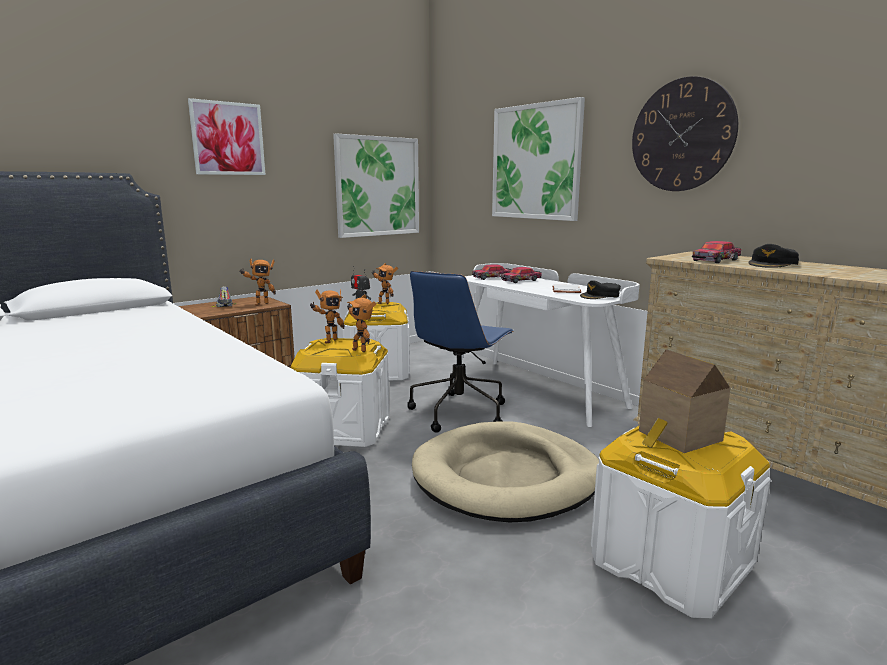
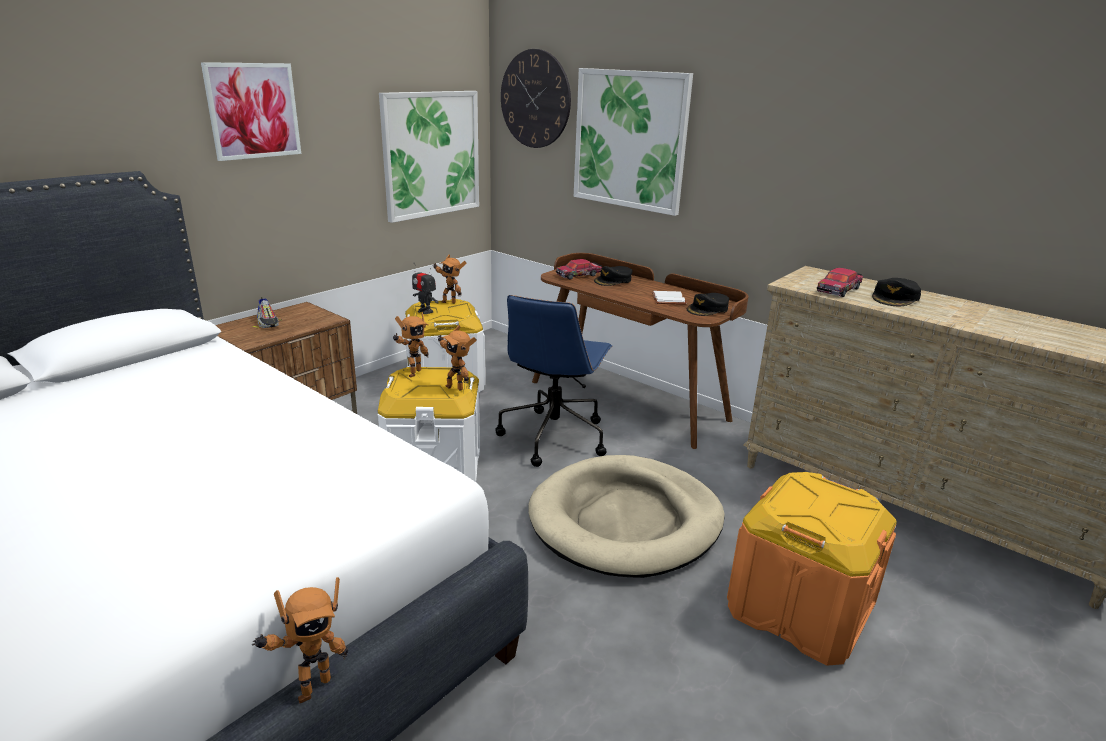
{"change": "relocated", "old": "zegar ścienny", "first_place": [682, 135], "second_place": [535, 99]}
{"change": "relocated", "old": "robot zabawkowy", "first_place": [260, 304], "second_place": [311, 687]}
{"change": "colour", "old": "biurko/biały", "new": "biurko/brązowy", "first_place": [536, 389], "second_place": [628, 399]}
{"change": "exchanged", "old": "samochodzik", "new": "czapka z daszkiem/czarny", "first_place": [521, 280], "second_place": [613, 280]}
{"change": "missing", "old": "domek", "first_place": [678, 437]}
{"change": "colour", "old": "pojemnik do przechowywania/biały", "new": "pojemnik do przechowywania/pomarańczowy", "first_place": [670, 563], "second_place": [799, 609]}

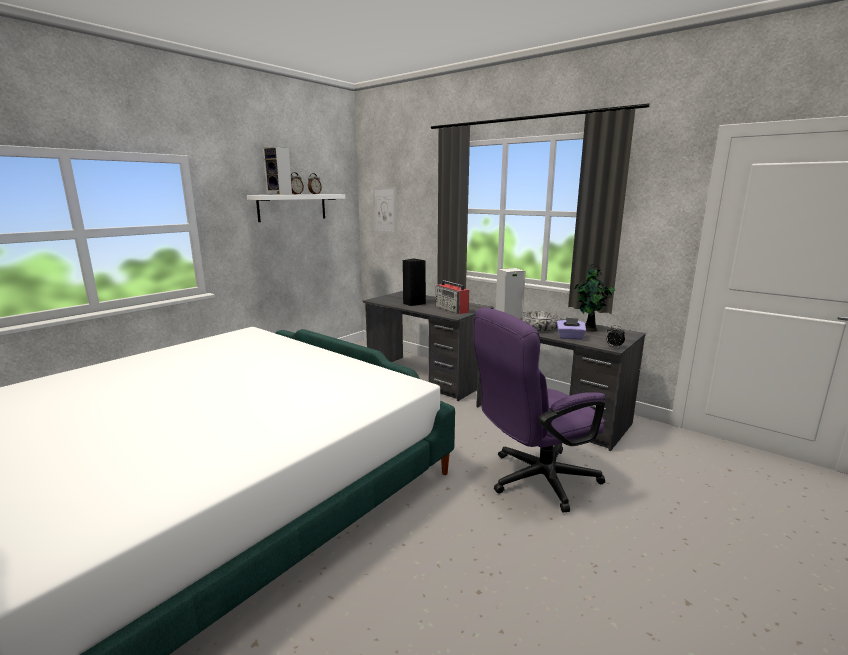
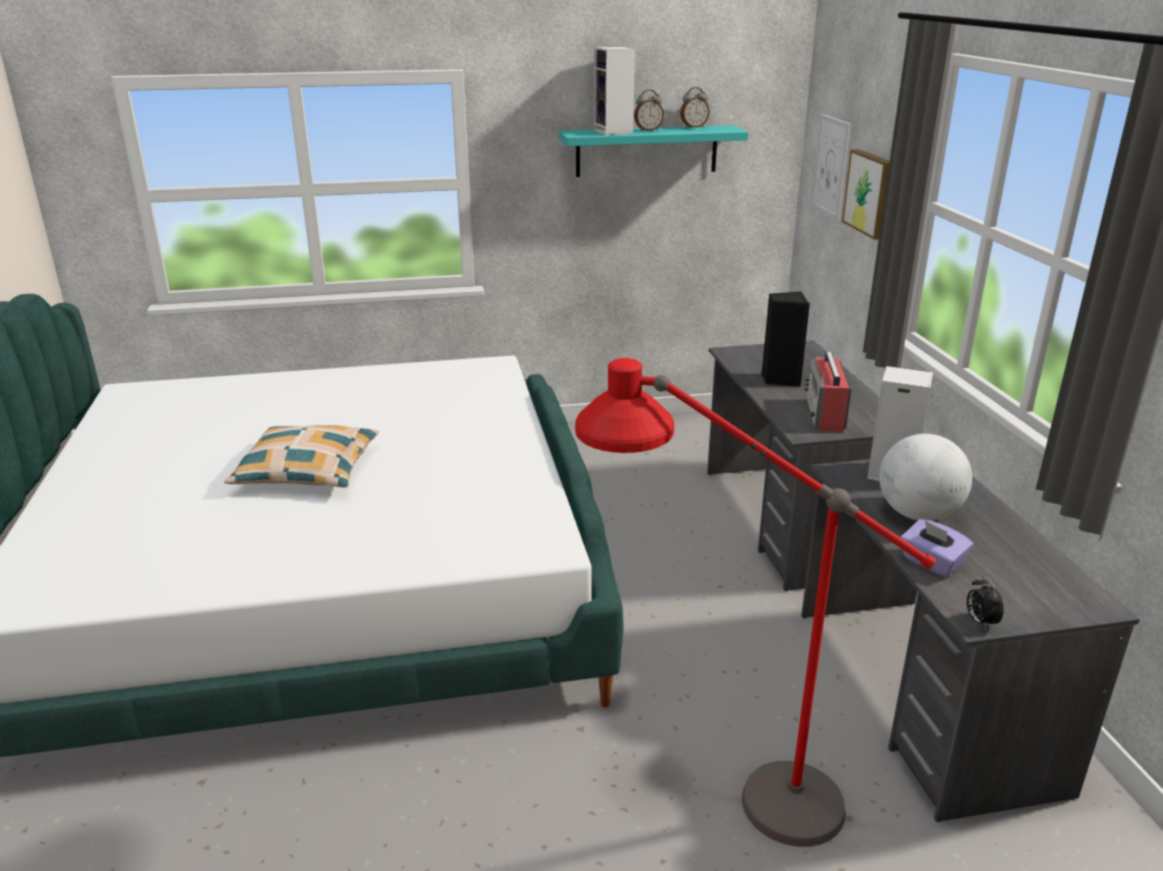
{"change": "colour", "old": "półka/biały", "new": "półka/turkusowy", "first_place": [292, 207], "second_place": [646, 151]}
{"change": "missing", "old": "roślina doniczkowa", "first_place": [589, 330]}
{"change": "exchanged", "old": "krzesło biurowe/fioletowy", "new": "lampa stojąca/czerwony", "first_place": [533, 480], "second_place": [720, 790]}
{"change": "exchanged", "old": "miska", "new": "globus", "first_place": [539, 327], "second_place": [917, 514]}
{"change": "appeared", "new": "obraz", "second_place": [870, 193]}
{"change": "appeared", "new": "poduszka", "second_place": [308, 470]}

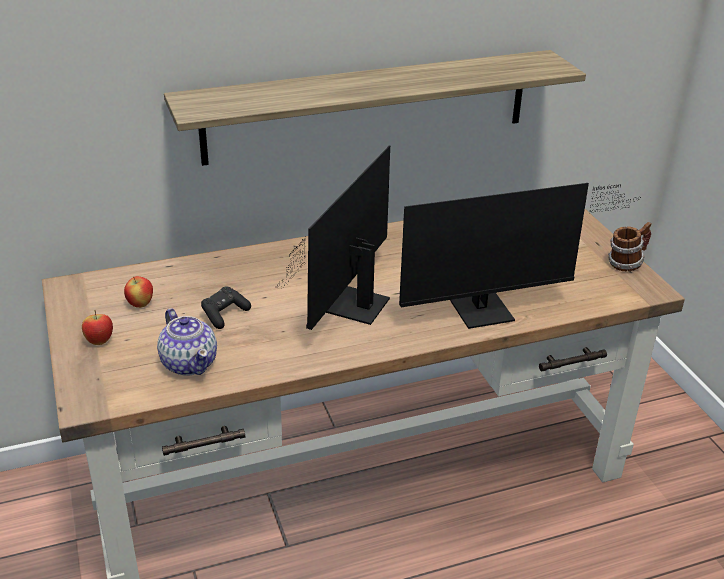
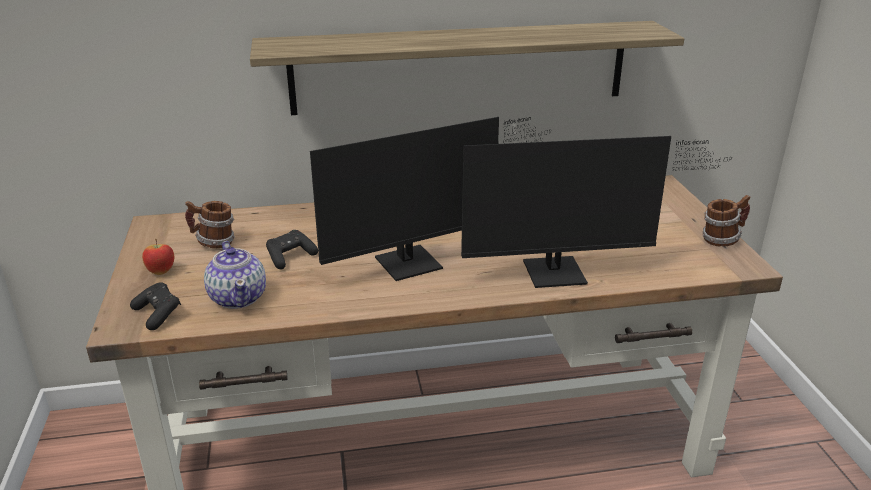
{"change": "spun", "old": "monitor", "first_place": [351, 309], "second_place": [418, 262], "degrees": -150}
{"change": "exchanged", "old": "jabłko", "new": "kubek", "first_place": [140, 304], "second_place": [214, 243]}
{"change": "appeared", "new": "pad do gier/czarny", "second_place": [158, 314]}

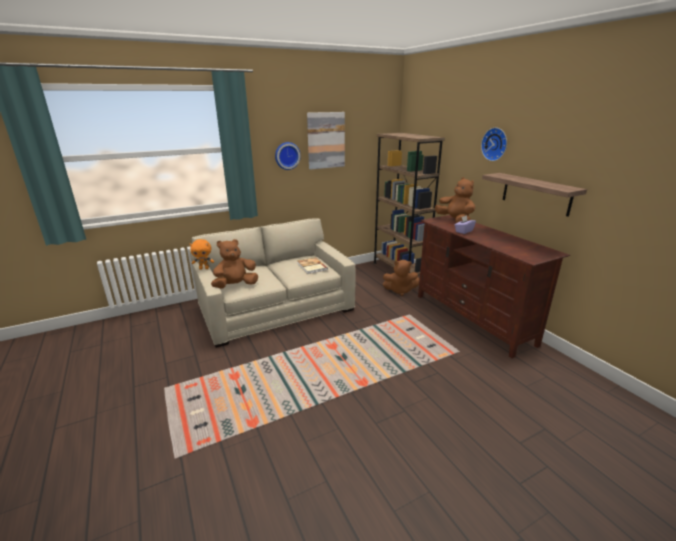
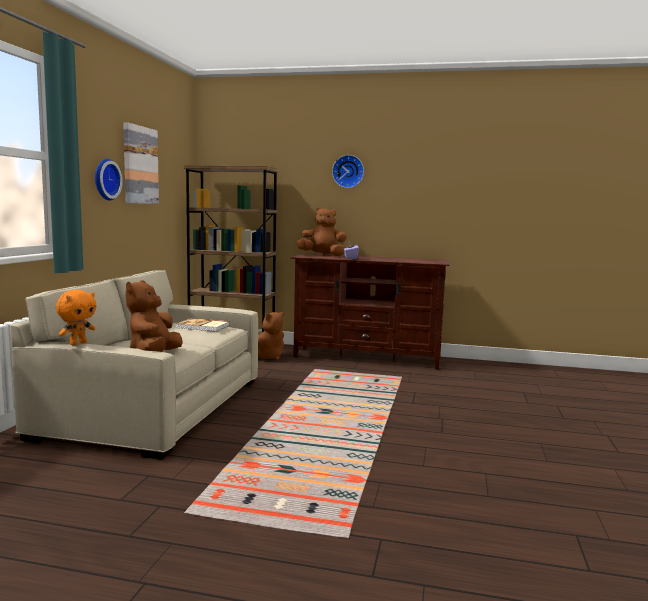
{"change": "missing", "old": "półka", "first_place": [536, 193]}

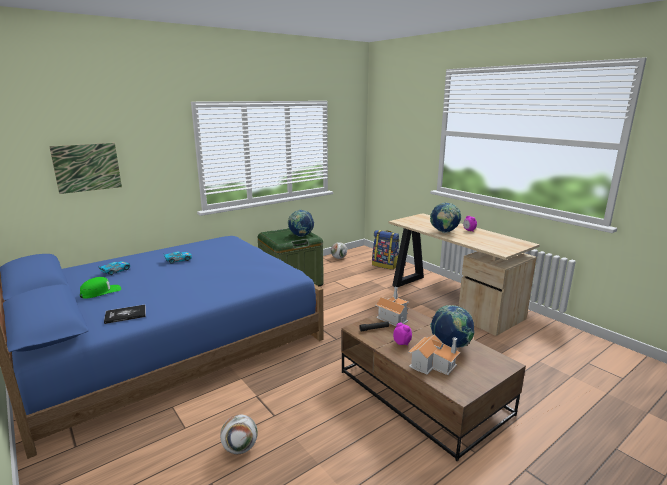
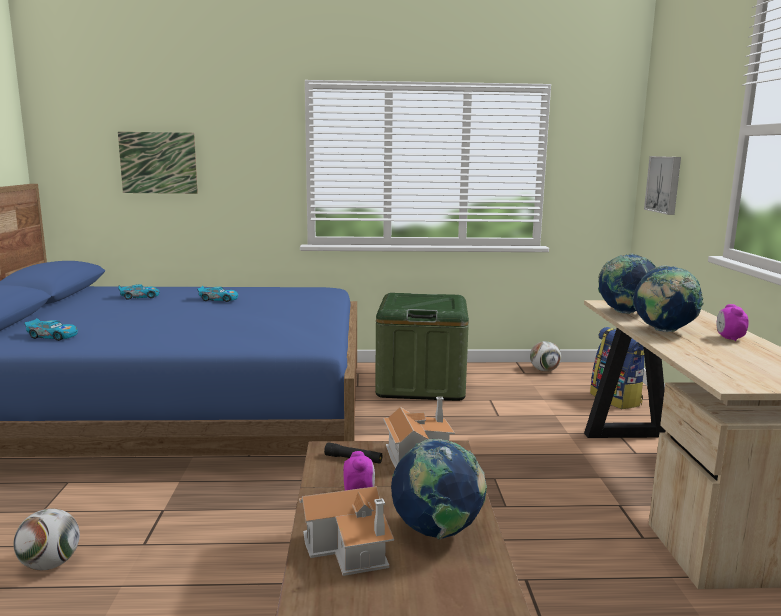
{"change": "relocated", "old": "globus", "first_place": [301, 236], "second_place": [625, 313]}
{"change": "missing", "old": "czapka z daszkiem/zielony", "first_place": [100, 292]}
{"change": "exchanged", "old": "książka", "new": "samochodzik", "first_place": [125, 315], "second_place": [53, 336]}
{"change": "appeared", "new": "obraz", "second_place": [664, 184]}

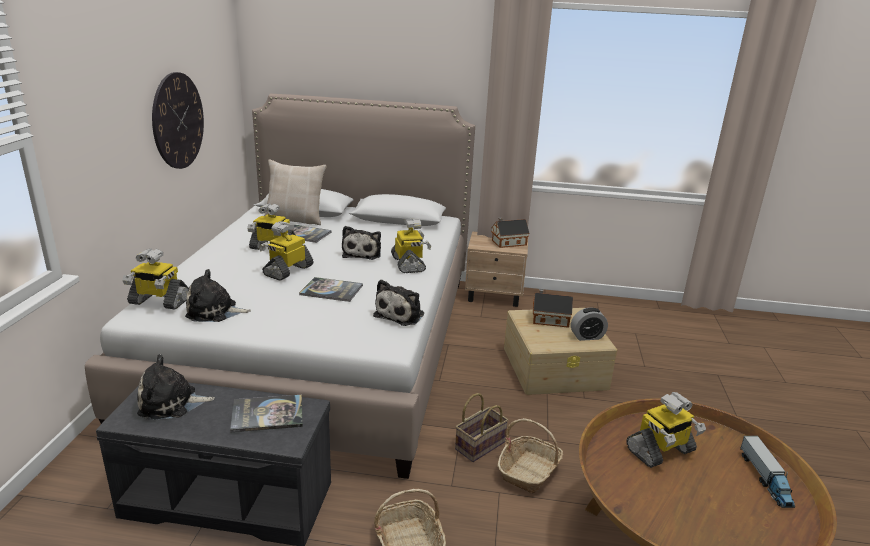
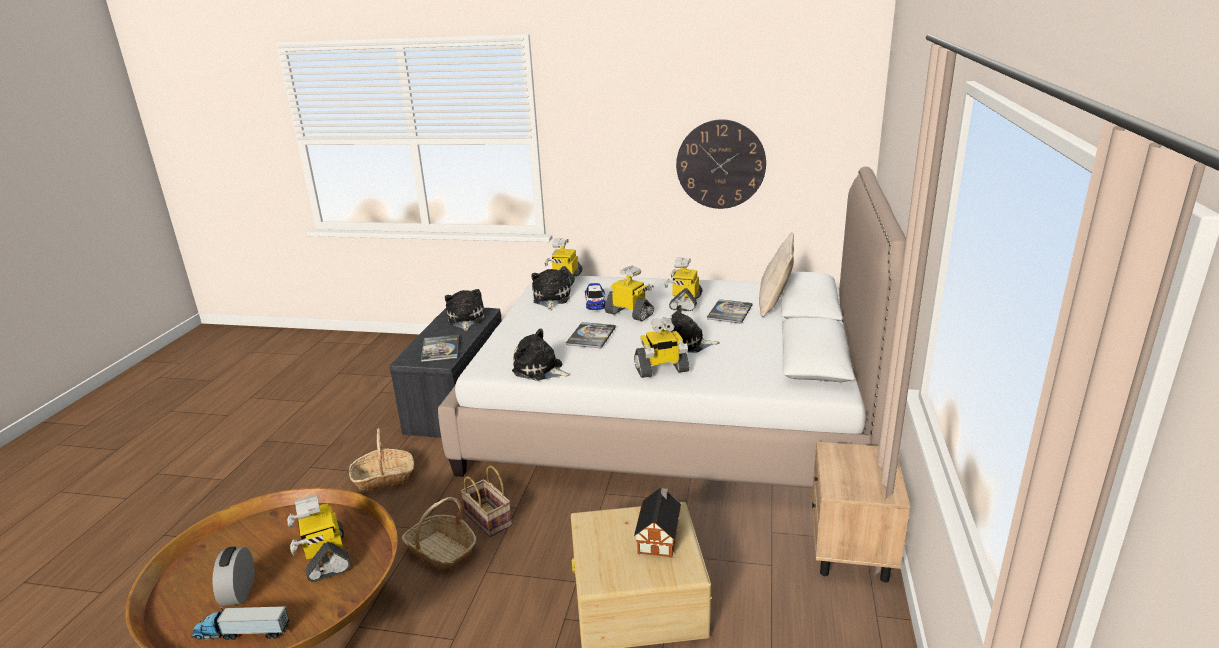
{"change": "missing", "old": "domek", "first_place": [507, 242]}
{"change": "relocated", "old": "budzik", "first_place": [587, 337], "second_place": [239, 592]}
{"change": "appeared", "new": "samochodzik", "second_place": [595, 302]}

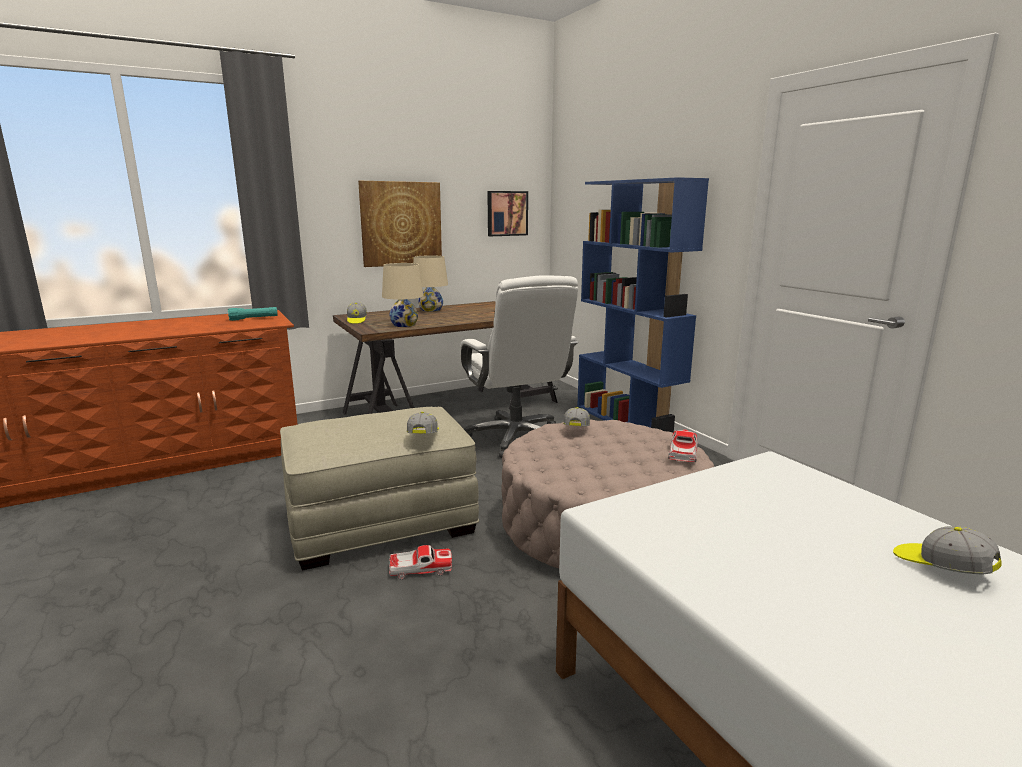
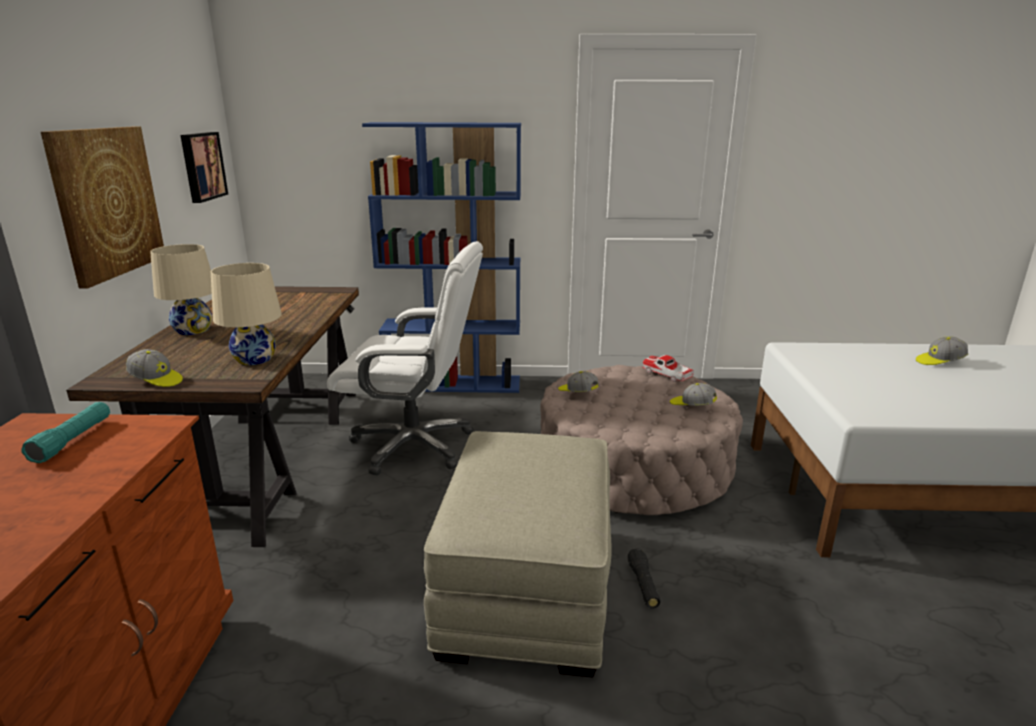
{"change": "relocated", "old": "czapka z daszkiem", "first_place": [424, 436], "second_place": [692, 405]}
{"change": "exchanged", "old": "samochodzik", "new": "latarka/czarny", "first_place": [420, 569], "second_place": [643, 585]}

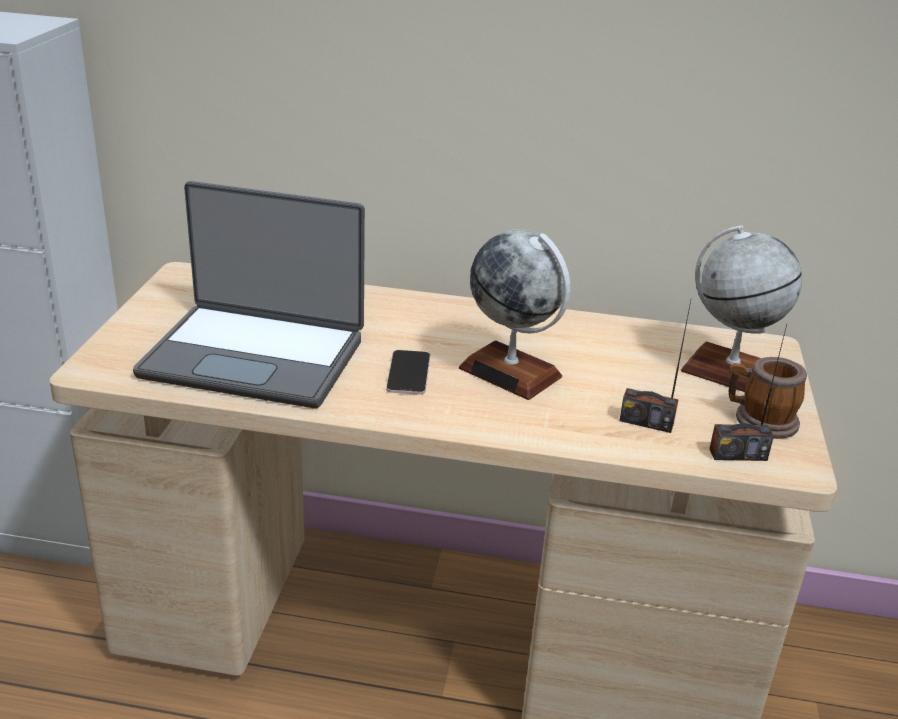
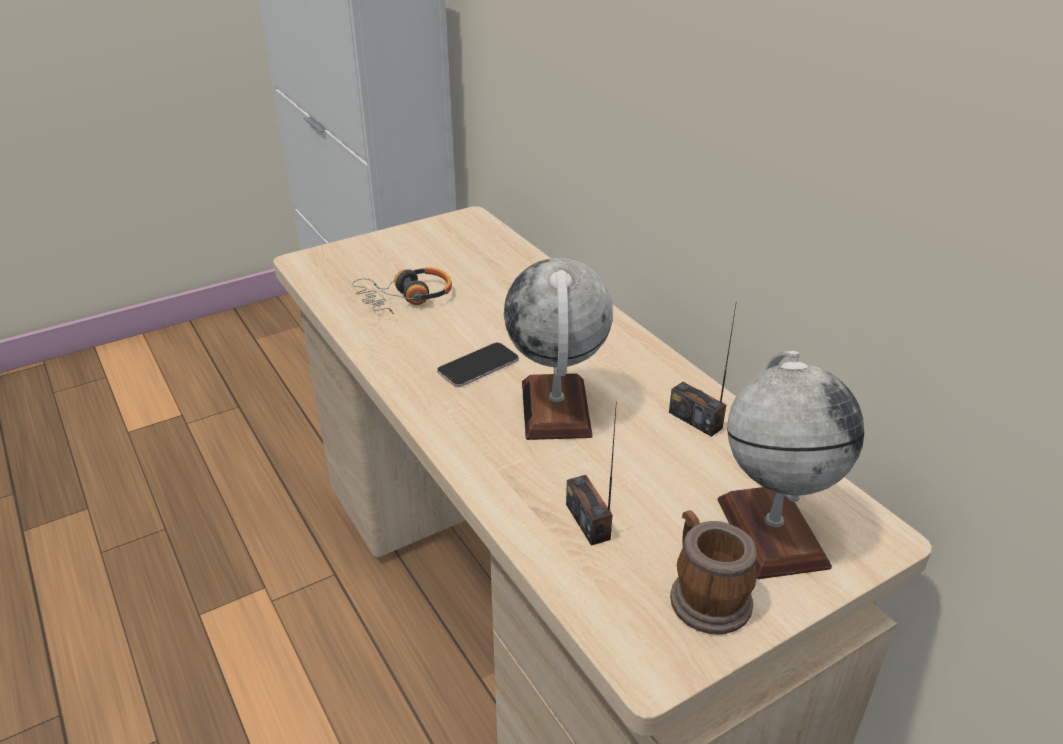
{"change": "exchanged", "old": "laptop", "new": "słuchawki", "first_place": [256, 356], "second_place": [406, 299]}
{"change": "relocated", "old": "radio", "first_place": [738, 454], "second_place": [695, 420]}

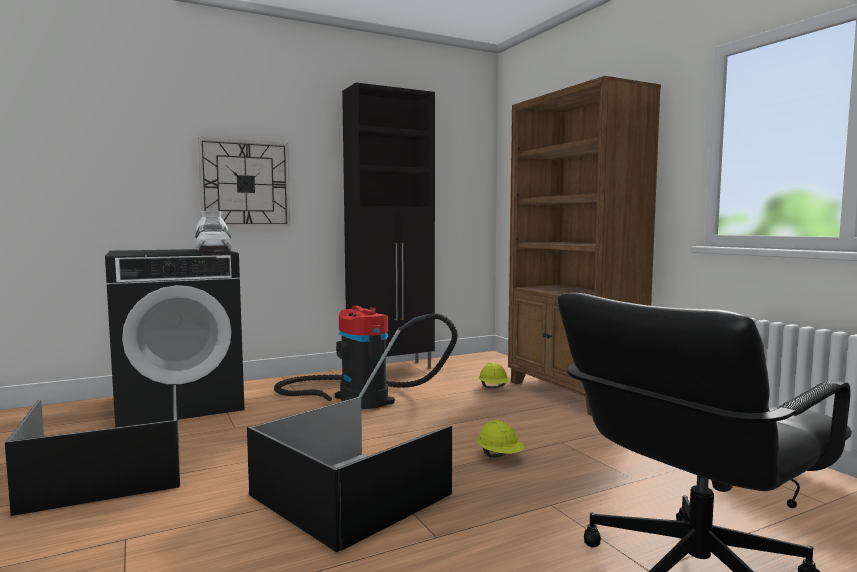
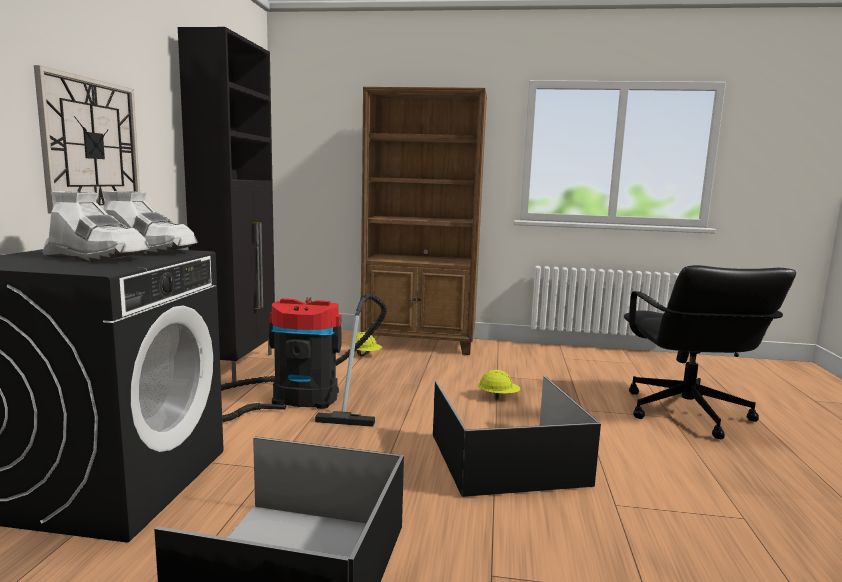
{"change": "appeared", "new": "but z cholewką/biały", "second_place": [97, 257]}

